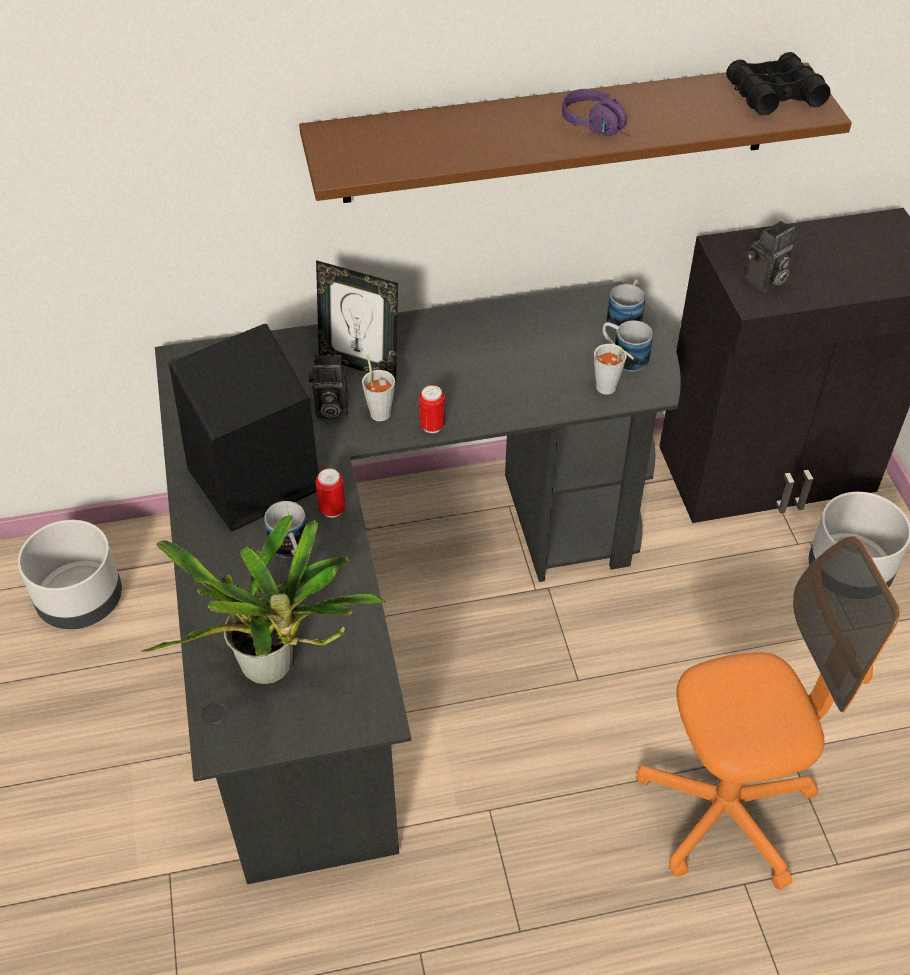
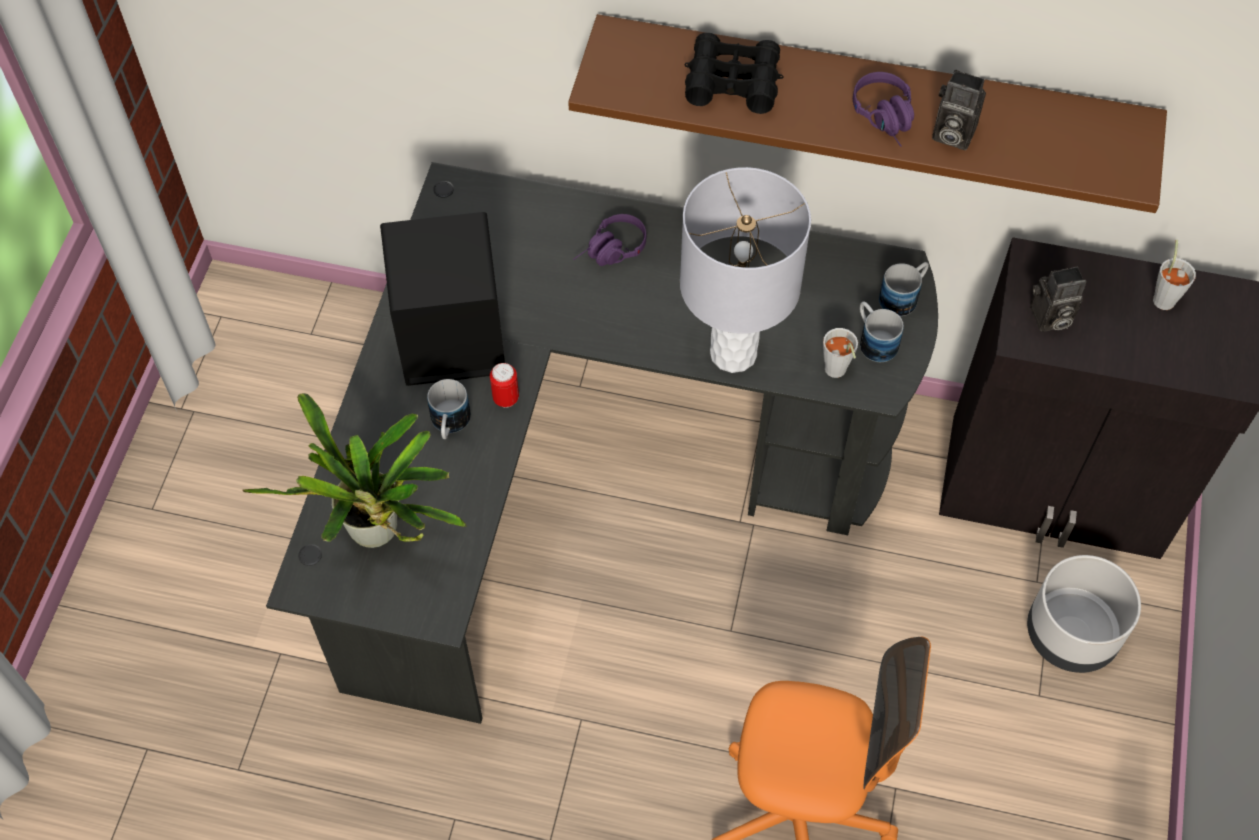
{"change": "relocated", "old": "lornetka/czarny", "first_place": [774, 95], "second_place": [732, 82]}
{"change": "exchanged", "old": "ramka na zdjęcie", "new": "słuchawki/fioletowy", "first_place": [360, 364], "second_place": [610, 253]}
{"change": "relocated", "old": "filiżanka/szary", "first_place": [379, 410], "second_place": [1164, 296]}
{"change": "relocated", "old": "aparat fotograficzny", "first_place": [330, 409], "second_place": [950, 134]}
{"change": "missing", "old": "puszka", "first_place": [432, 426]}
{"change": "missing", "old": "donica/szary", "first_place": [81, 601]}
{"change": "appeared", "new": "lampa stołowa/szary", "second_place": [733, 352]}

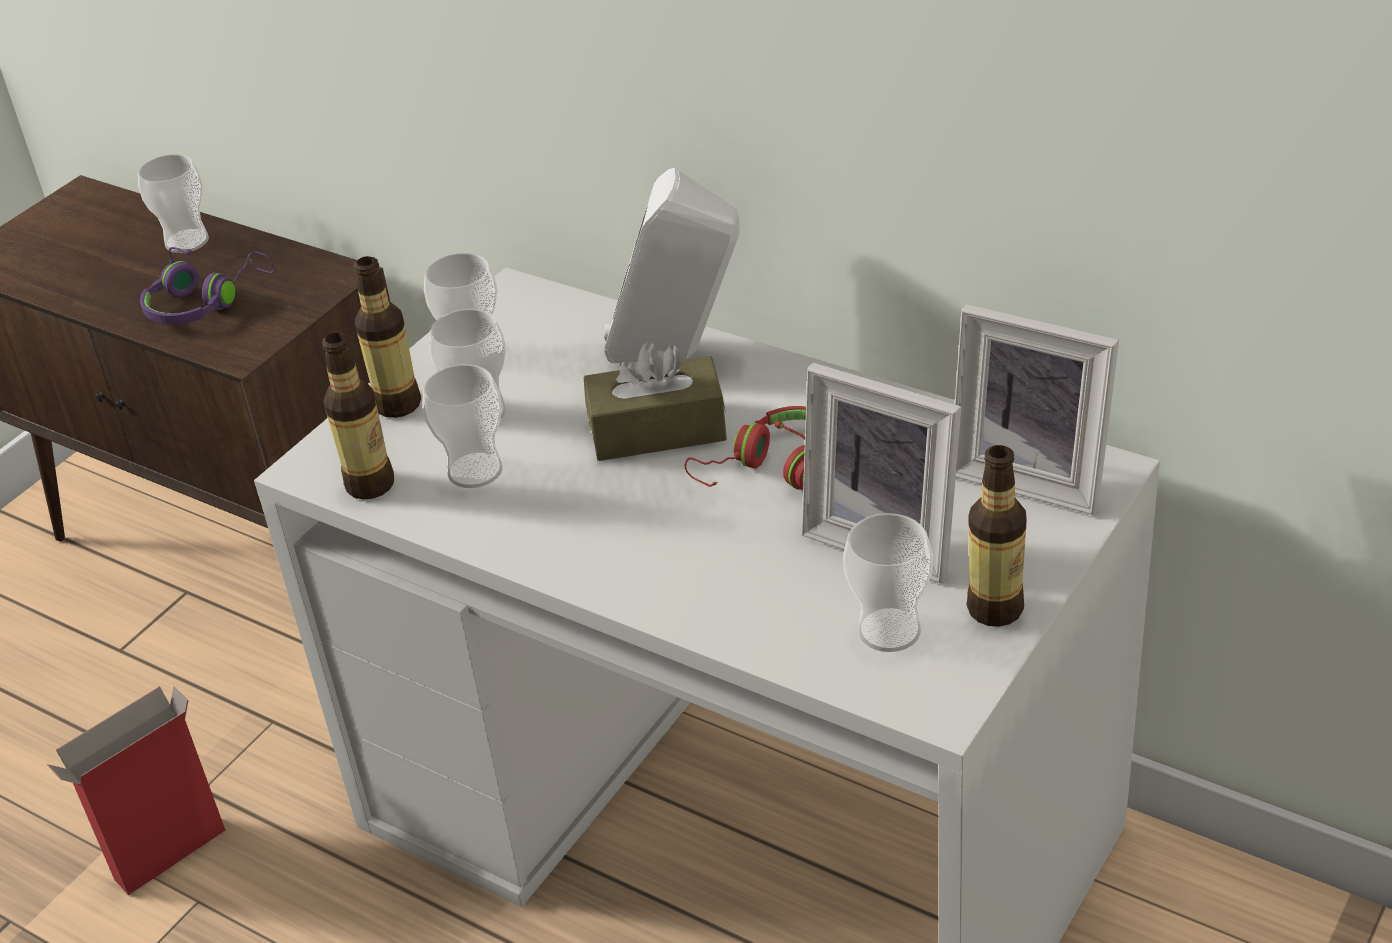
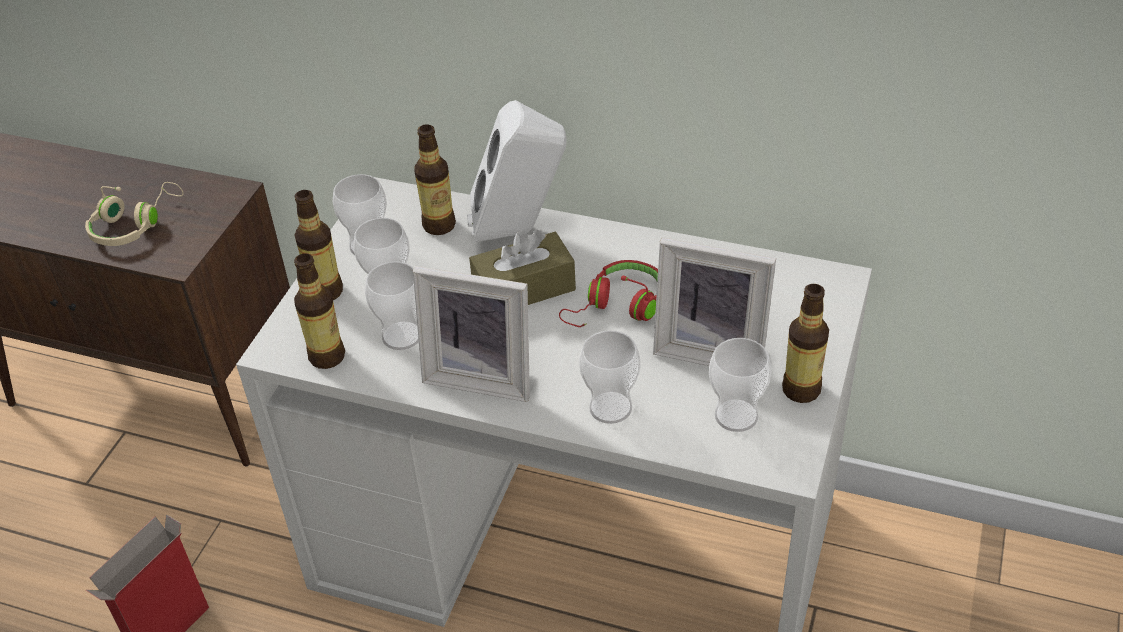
{"change": "relocated", "old": "filiżanka", "first_place": [187, 241], "second_place": [610, 407]}
{"change": "colour", "old": "słuchawki/fioletowy", "new": "słuchawki/beżowy", "first_place": [205, 302], "second_place": [134, 224]}
{"change": "relocated", "old": "ramka na zdjęcie", "first_place": [1033, 476], "second_place": [482, 375]}
{"change": "appeared", "new": "butelka", "second_place": [439, 225]}

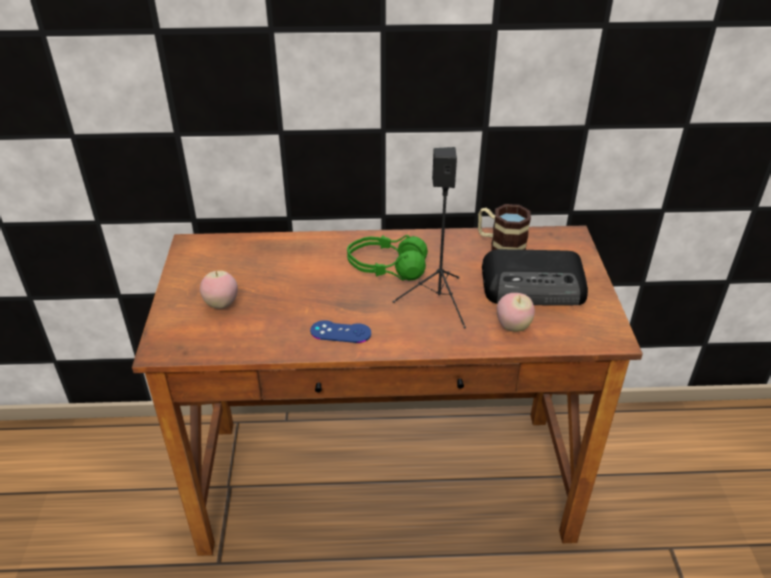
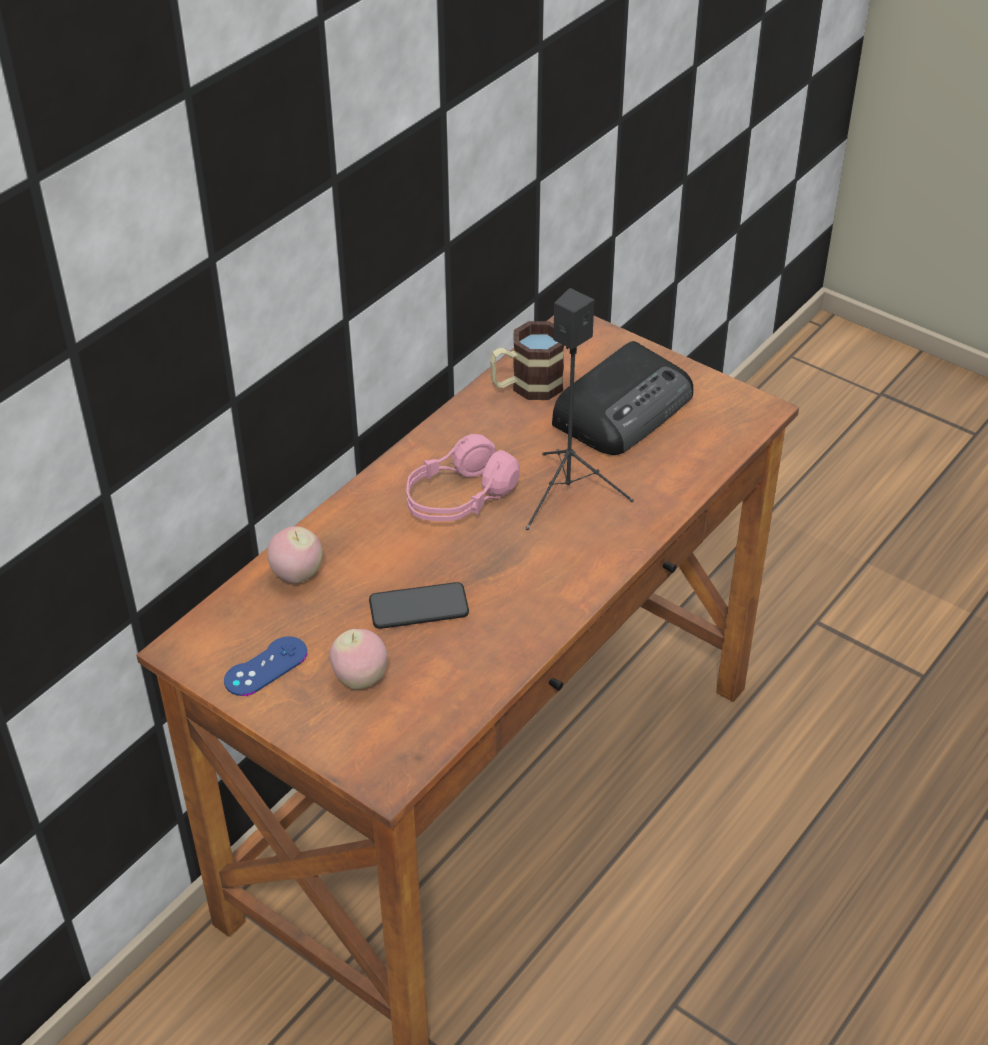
{"change": "colour", "old": "słuchawki/zielony", "new": "słuchawki/różowy", "first_place": [386, 268], "second_place": [459, 499]}
{"change": "relocated", "old": "jabłko", "first_place": [513, 327], "second_place": [297, 575]}
{"change": "relocated", "old": "pad do gier/niebieski", "first_place": [340, 332], "second_place": [266, 666]}
{"change": "appeared", "new": "telefon", "second_place": [419, 607]}

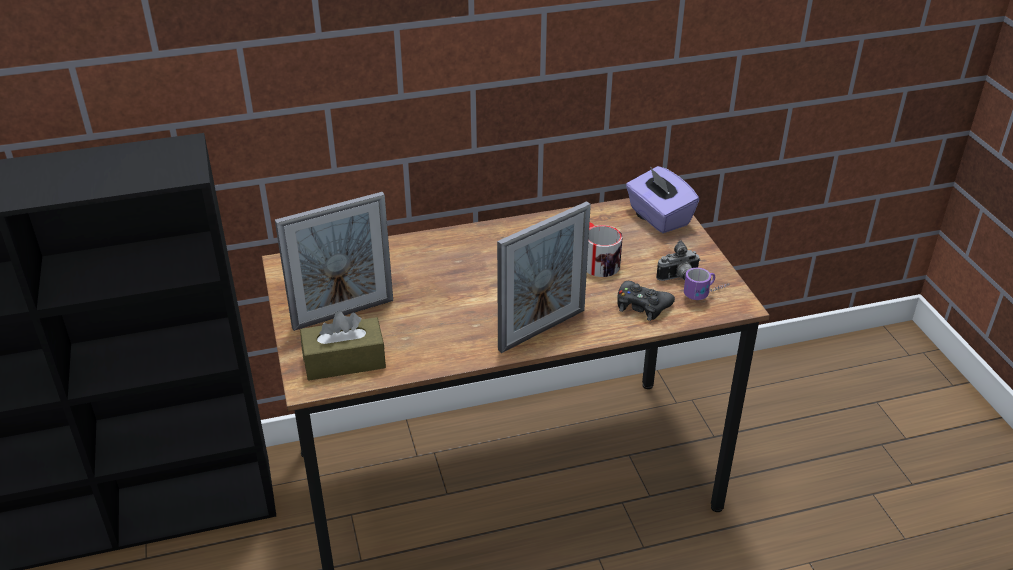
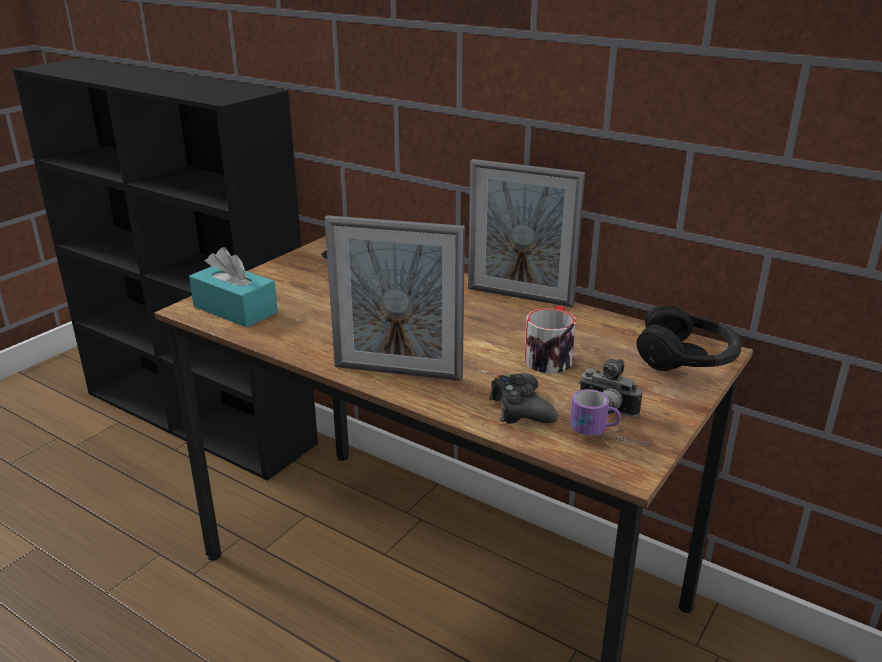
{"change": "exchanged", "old": "pudełko chusteczek/fioletowy", "new": "słuchawki/czarny", "first_place": [658, 217], "second_place": [687, 358]}
{"change": "relocated", "old": "ramka na zdjęcie", "first_place": [343, 314], "second_place": [519, 296]}
{"change": "colour", "old": "pudełko chusteczek/brązowy", "new": "pudełko chusteczek/turkusowy", "first_place": [344, 361], "second_place": [235, 309]}

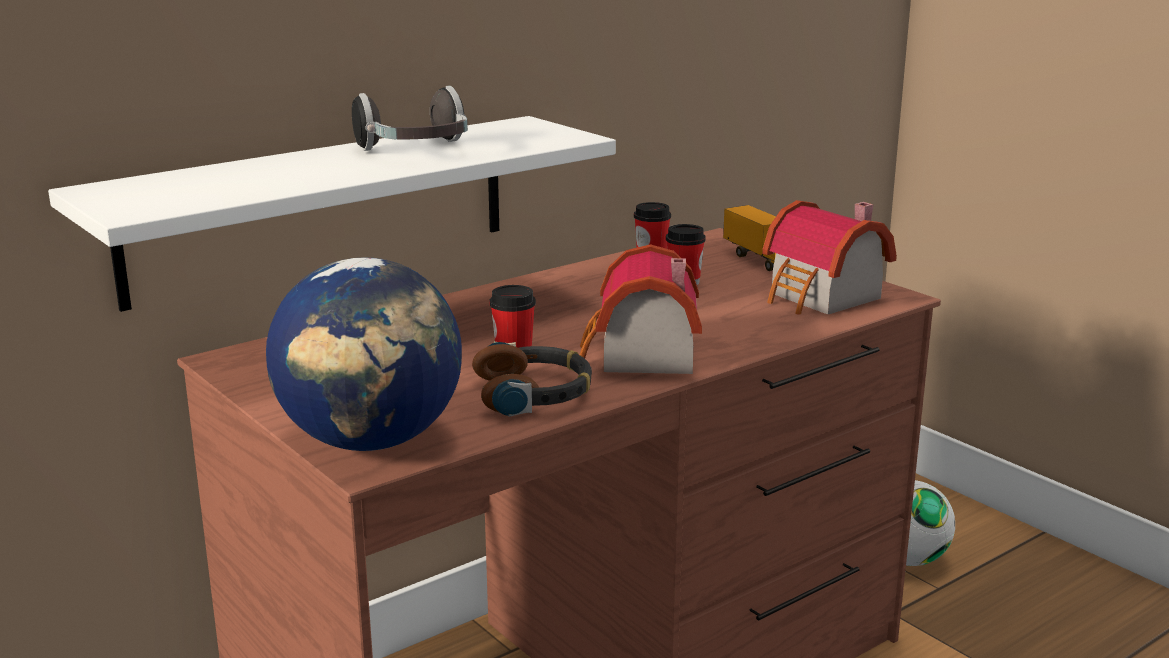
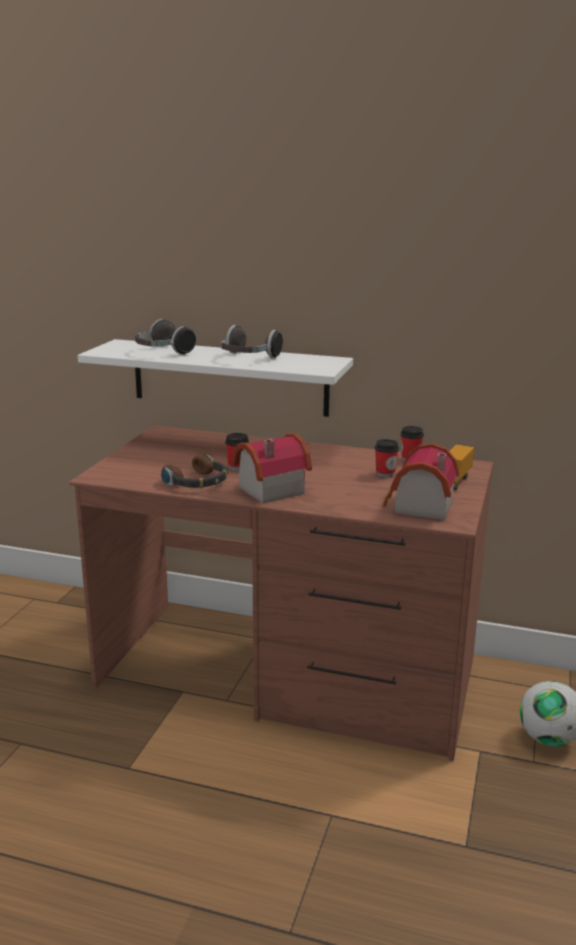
{"change": "missing", "old": "globus", "first_place": [372, 441]}
{"change": "appeared", "new": "słuchawki", "second_place": [162, 352]}

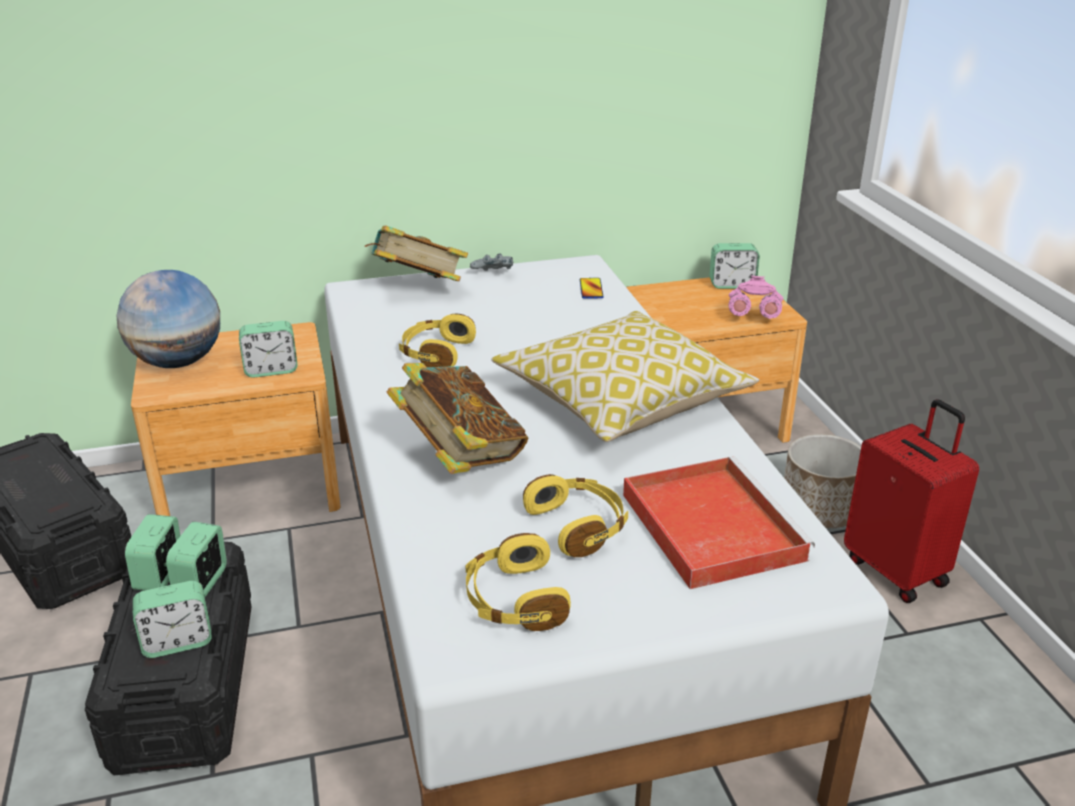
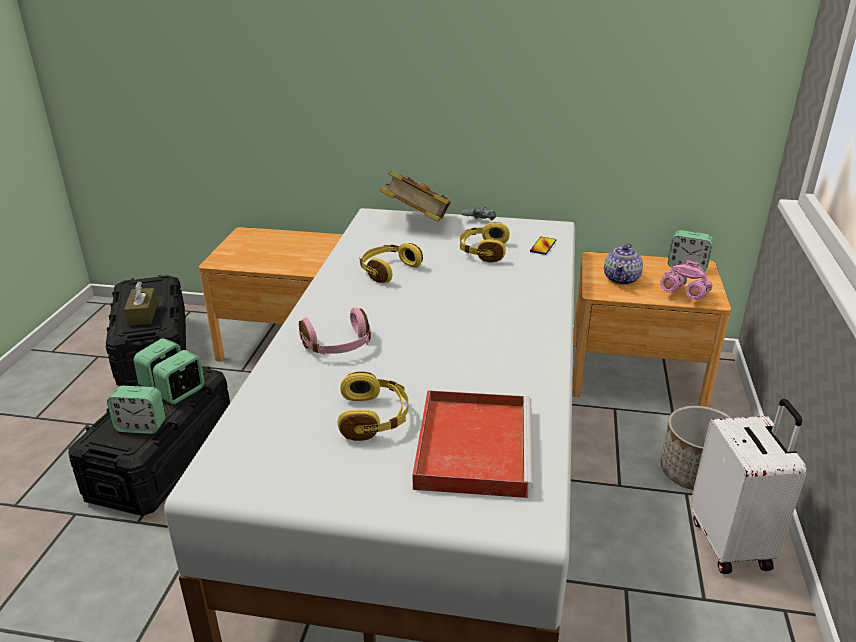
{"change": "missing", "old": "globus", "first_place": [178, 362]}
{"change": "missing", "old": "poduszka", "first_place": [621, 400]}
{"change": "missing", "old": "budzik", "first_place": [271, 370]}
{"change": "exchanged", "old": "książka", "new": "słuchawki/różowy", "first_place": [460, 457], "second_place": [338, 346]}
{"change": "colour", "old": "walizka/czerwony", "new": "walizka/biały", "first_place": [897, 570], "second_place": [731, 543]}
{"change": "relocated", "old": "słuchawki/żółty", "first_place": [514, 601], "second_place": [483, 251]}
{"change": "appeared", "new": "imbryk", "second_place": [622, 279]}
{"change": "appeared", "new": "pudełko chusteczek/brązowy", "second_place": [143, 314]}

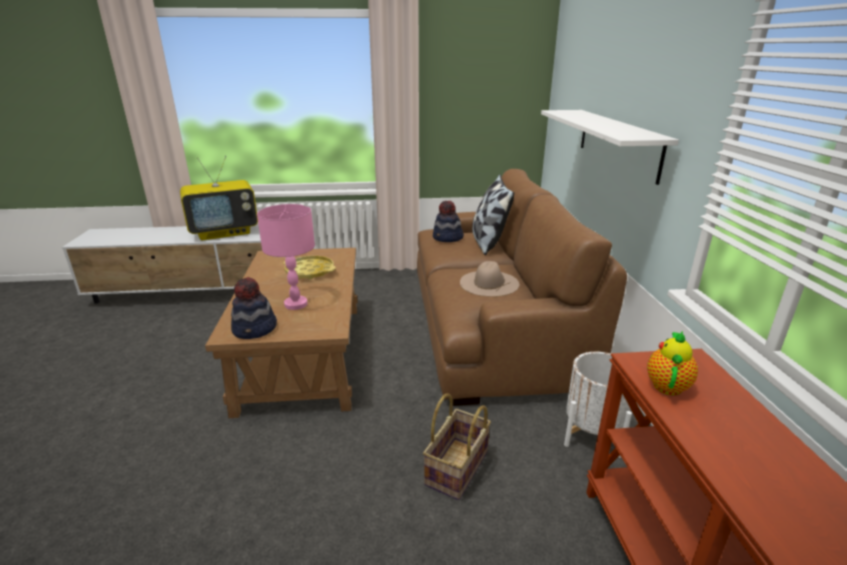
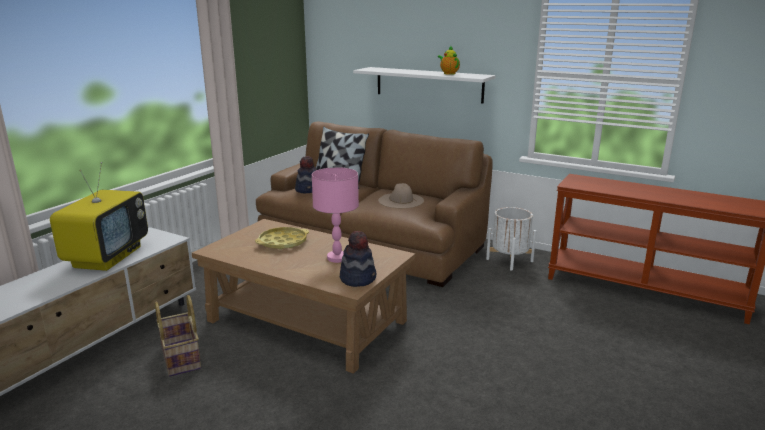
{"change": "relocated", "old": "imbryk", "first_place": [667, 384], "second_place": [448, 73]}
{"change": "relocated", "old": "koszyk", "first_place": [458, 469], "second_place": [182, 357]}

